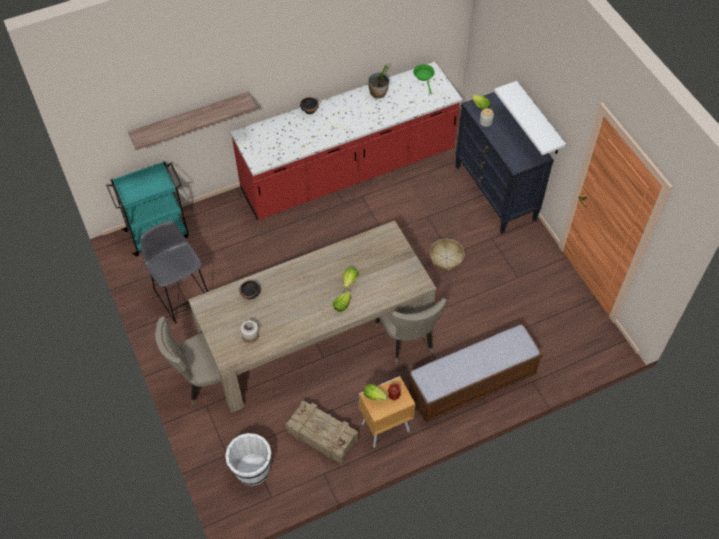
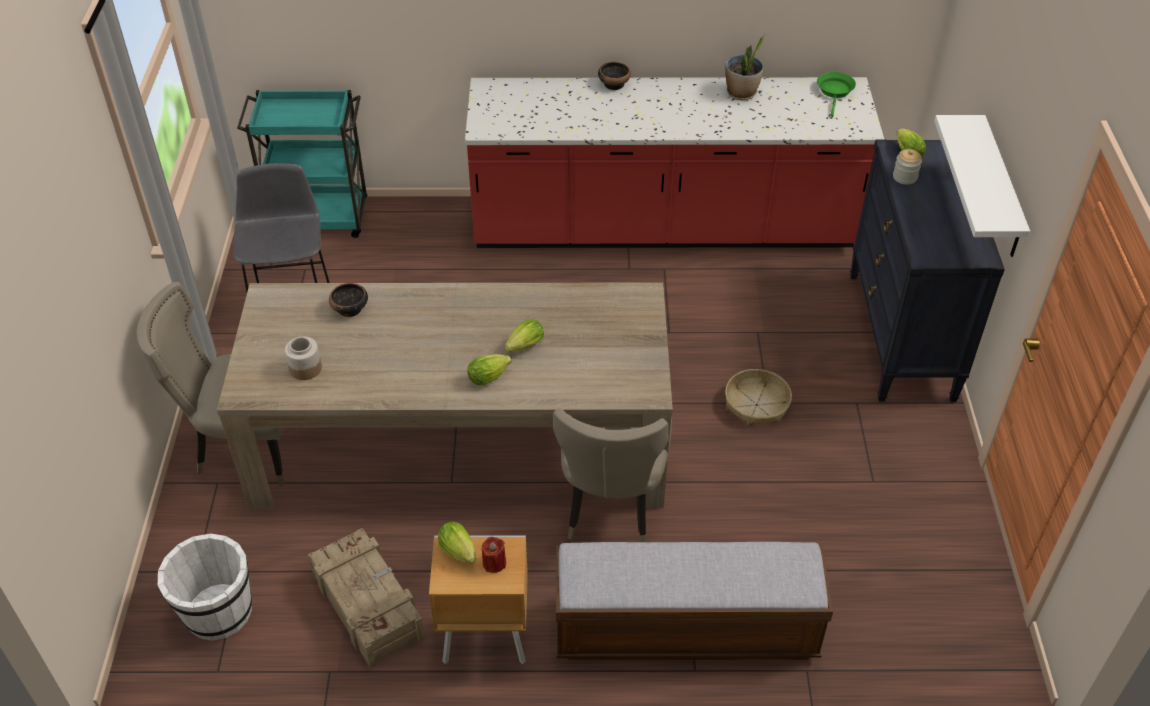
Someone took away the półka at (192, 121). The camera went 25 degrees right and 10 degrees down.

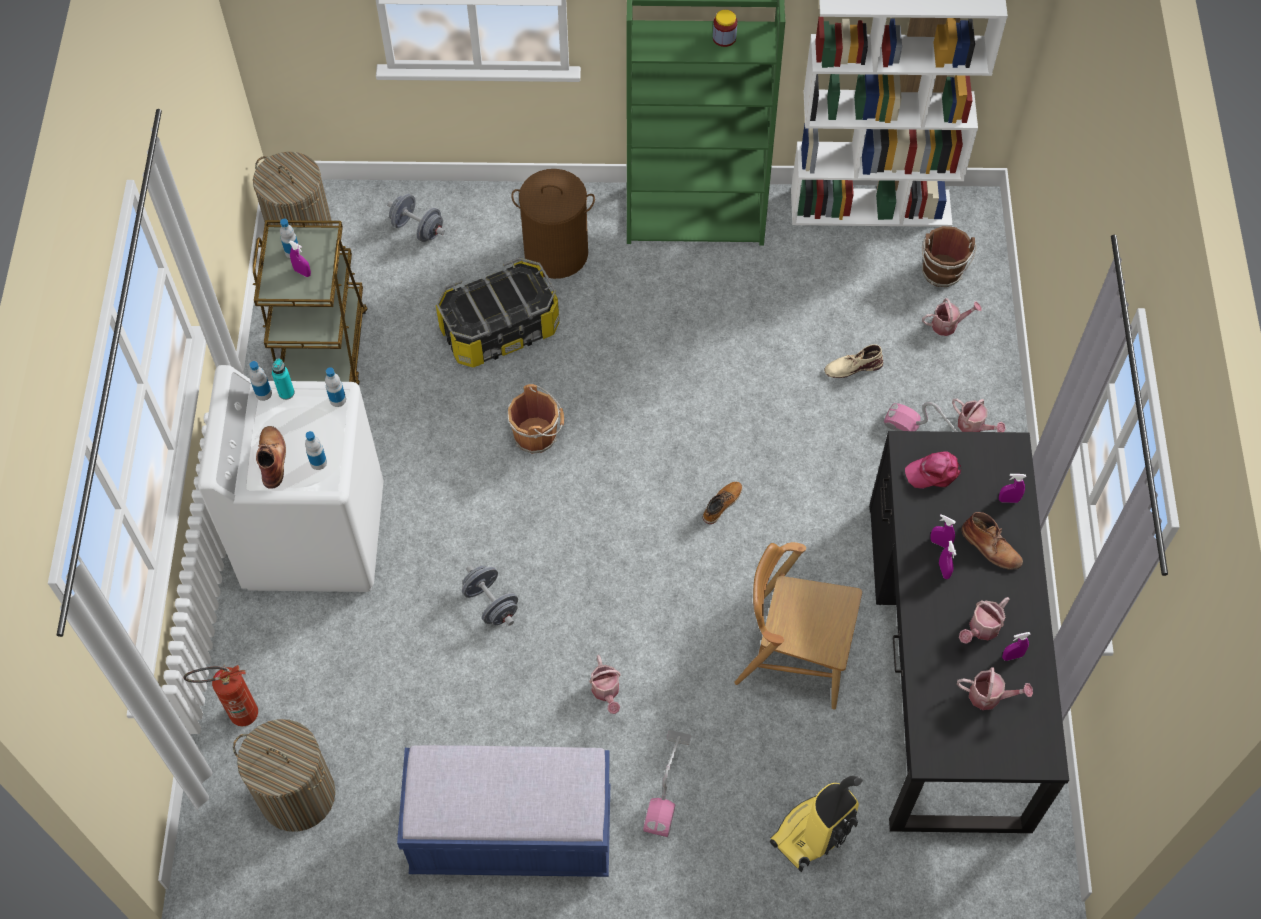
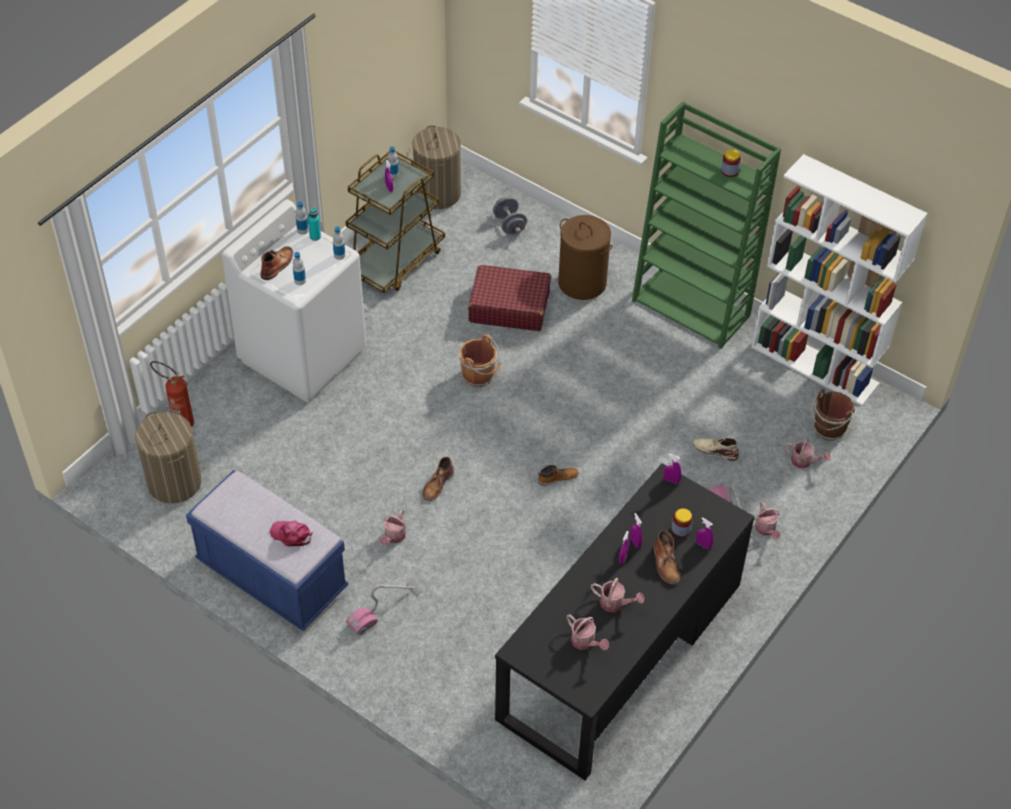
Someone swapped the pojemnik do przechowywania at (497, 312) for the walizka (czerwony) at (509, 298). Someone took away the hantel (szary) at (490, 596). Someone took away the krzesło (brązowy) at (798, 626). Someone took away the odkurzacz at (816, 824). Someone carried the czapka z daszkiem (różowy) from (933, 470) to (291, 533). Someone rotated the konewka at (984, 620) by 150 degrees counterclockwise. Someone carried the spryskiwacz (fioletowy) from (1016, 646) to (672, 469). Someone put down the but z cholewką (brązowy) at (438, 479). Someone put down the słoik at (682, 522). The camera went 35 degrees right and 10 degrees down.

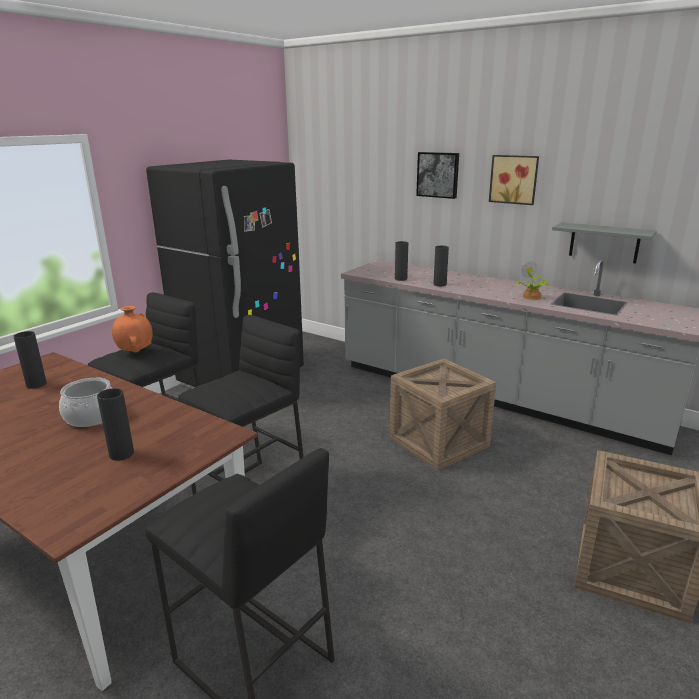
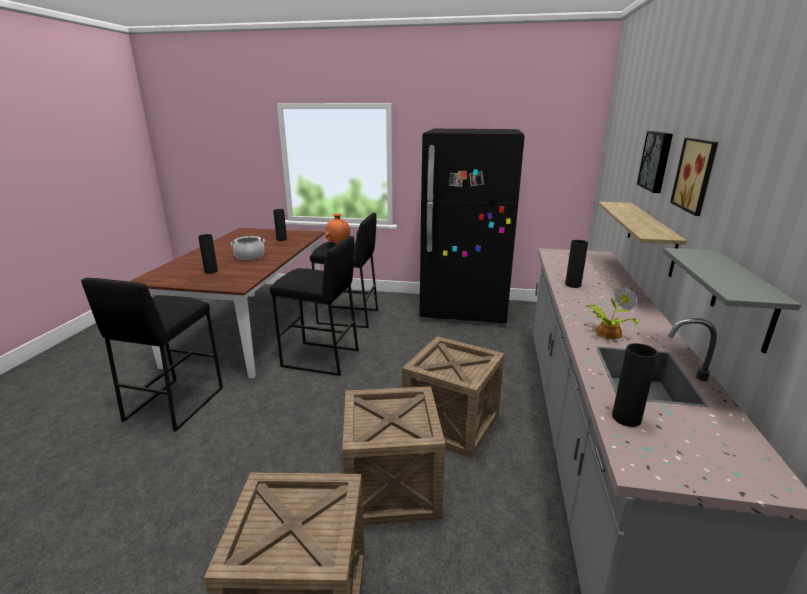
Someone carried the wazon (czarny) from (401, 261) to (635, 385). Someone put down the skrzynka at (393, 455). Someone put up the półka at (642, 239). The camera went 65 degrees right and 0 degrees up.

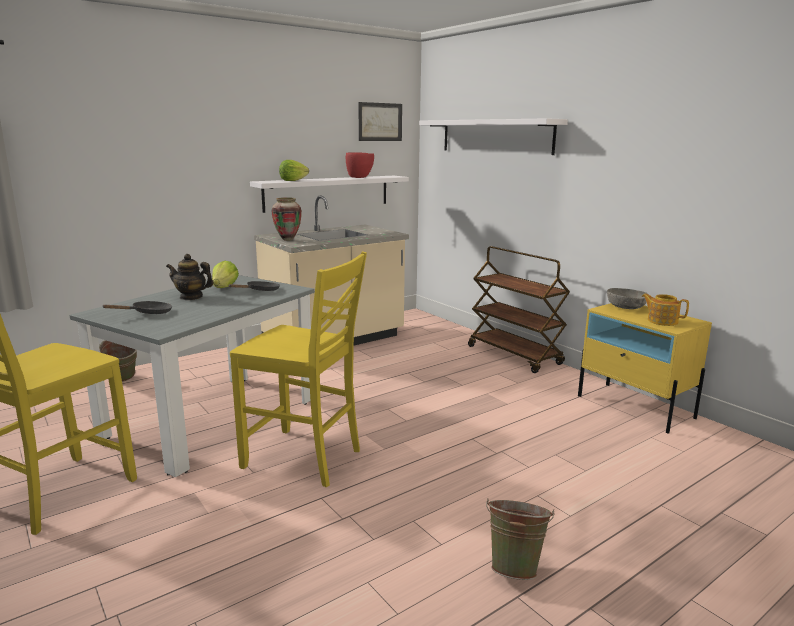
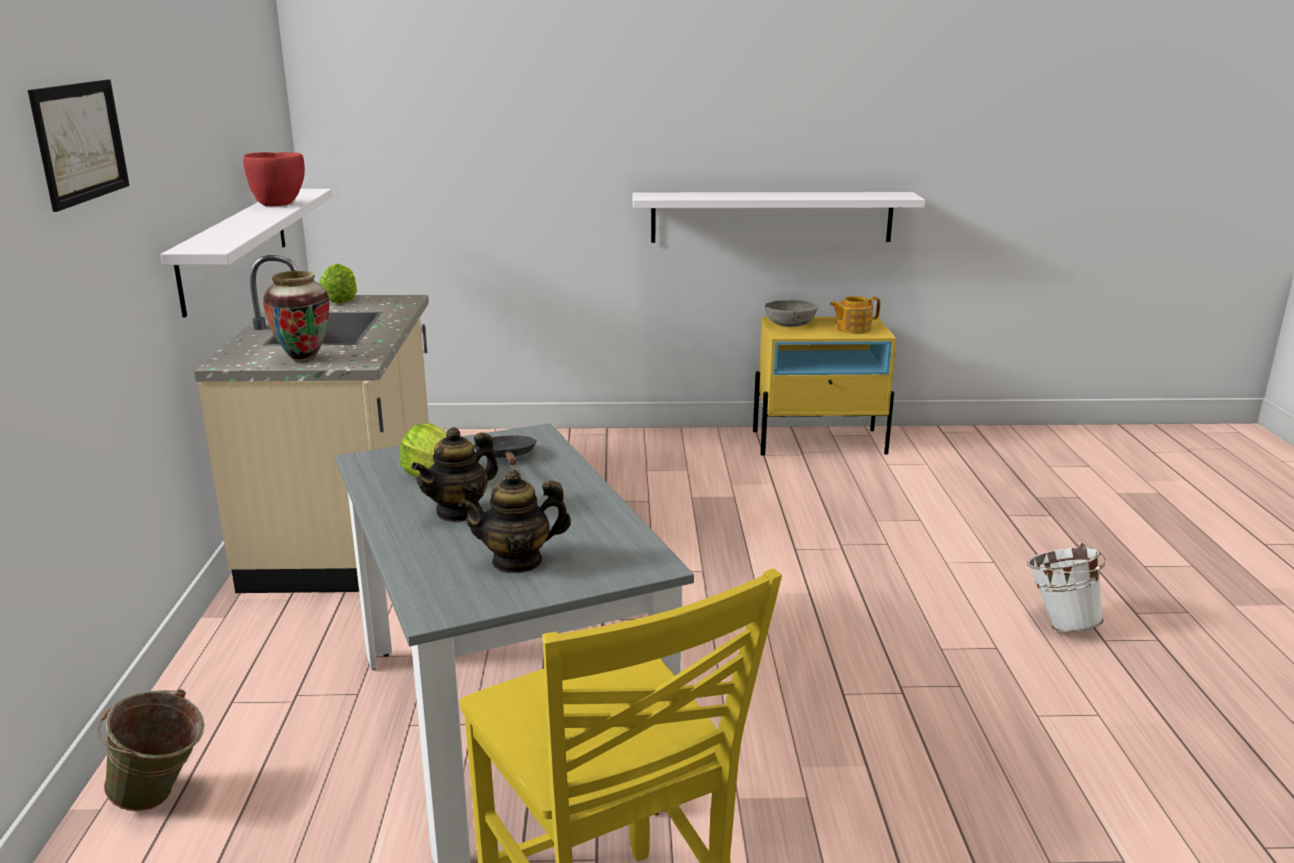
Someone swapped the patelnia (czarny) at (137, 307) for the imbryk at (515, 521). Someone took away the krzesło (żółty) at (298, 369). Someone carried the sałata from (294, 170) to (338, 283). Someone carried the obraz from (380, 121) to (79, 146). Someone carried the półka (biały) from (493, 136) to (779, 217). Someone took away the wózek (brązowy) at (519, 309). Someone repainted the wiadro (zielony) at (520, 539), which became the wiadro (biały) at (1066, 587). The camera went 55 degrees left and 5 degrees up.

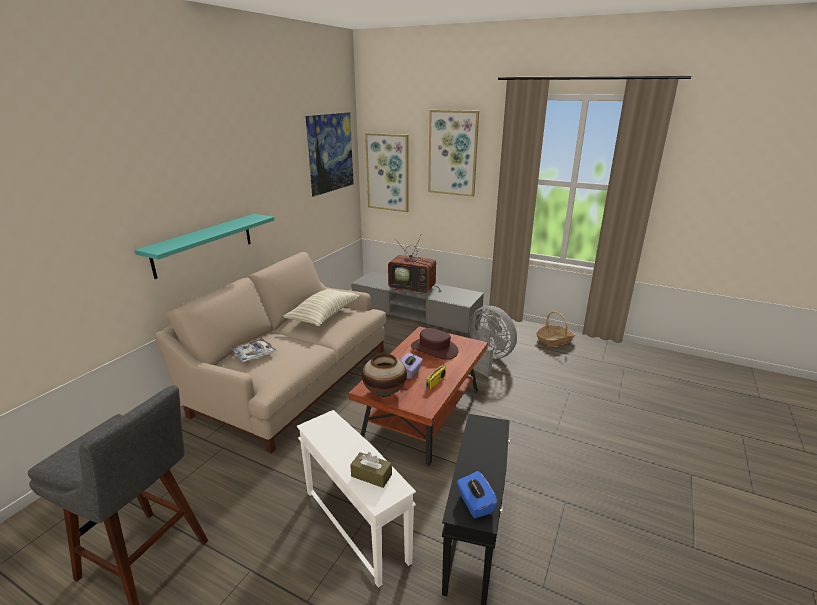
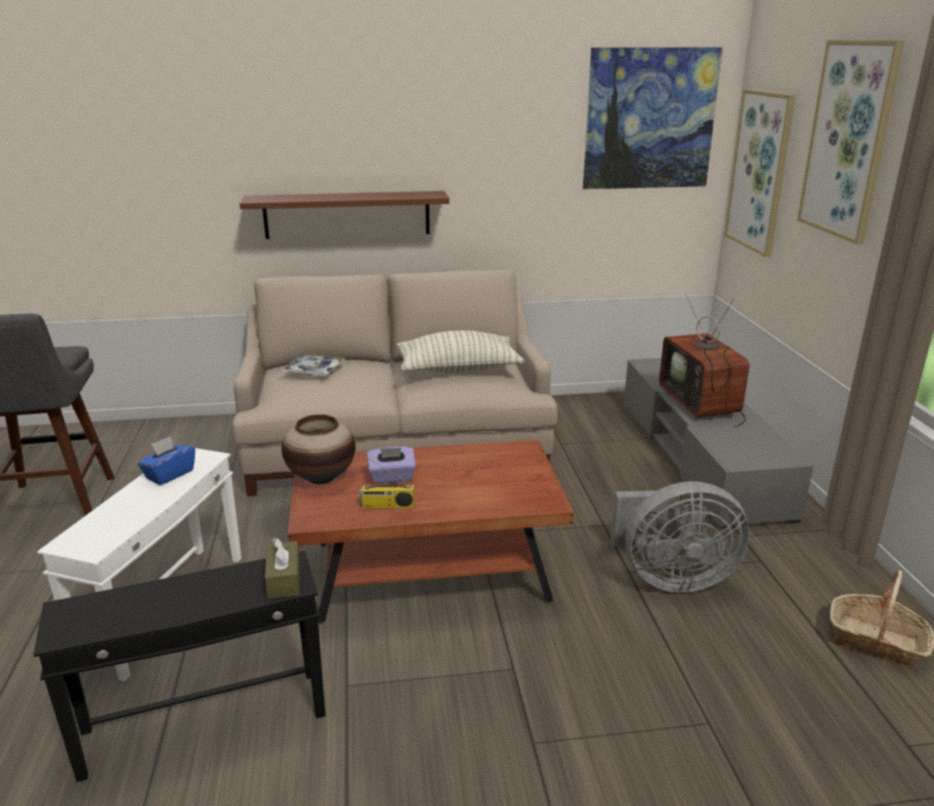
Someone repainted the półka (turkusowy) at (204, 246), which became the półka (brązowy) at (344, 215). Someone carried the pudełko chusteczek (brązowy) from (371, 470) to (282, 568). Someone took away the kapelusz (brązowy) at (435, 344). Someone carried the pudełko chusteczek (niebieski) from (477, 494) to (166, 460). Someone rotated the wentylator (szary) at (493, 341) by 75 degrees clockwise. The camera went 55 degrees right and 0 degrees up.

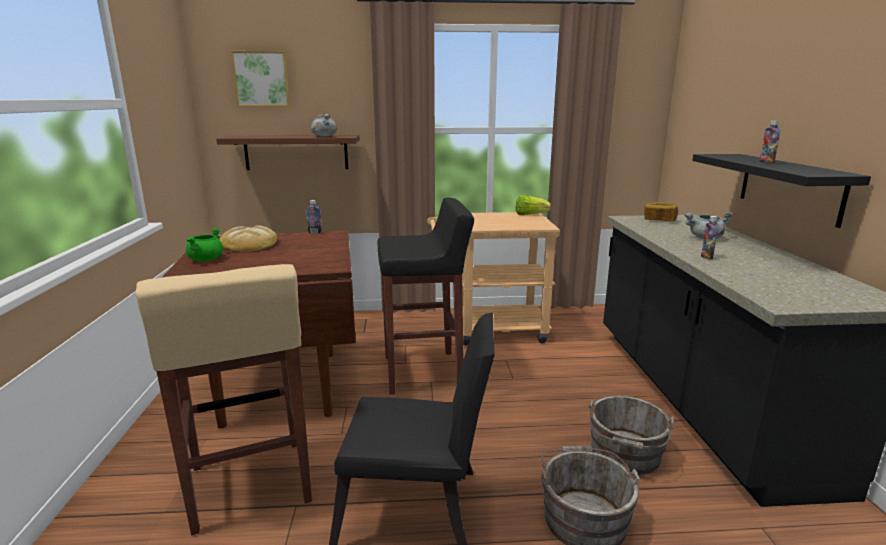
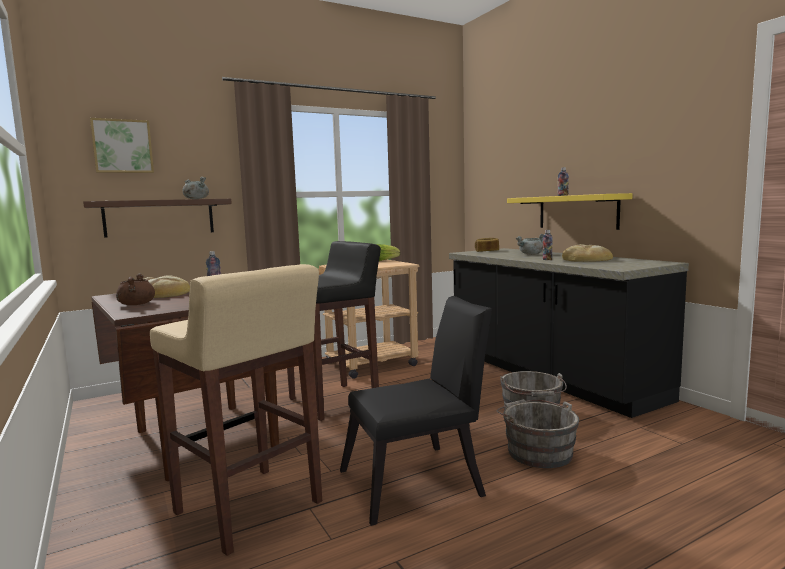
Someone repainted the garnek (zielony) at (204, 244), which became the garnek (brązowy) at (135, 289). Someone repainted the półka (czarny) at (781, 191), which became the półka (żółty) at (570, 211). Someone put down the chleb at (587, 253). The camera went 25 degrees left and 10 degrees down.

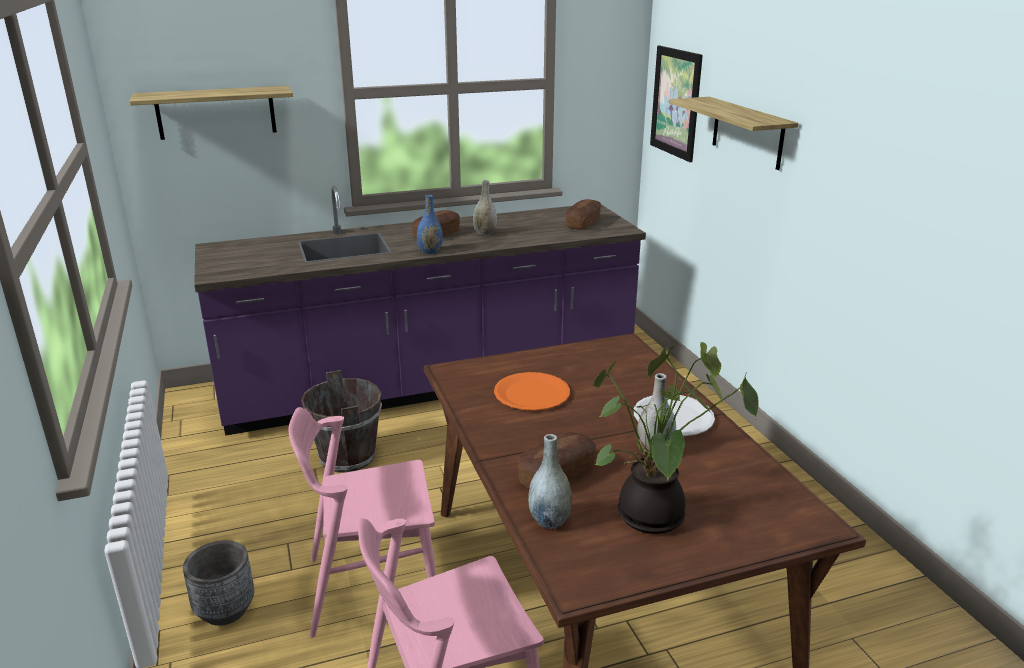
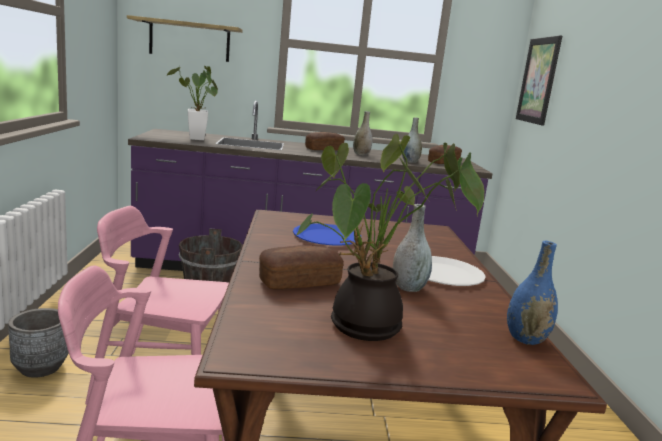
Someone carried the wazon (niebieski) from (430, 224) to (532, 293). Someone repainted the talerz (pomarańczowy) at (532, 391), which became the talerz (niebieski) at (327, 234). Someone carried the wazon (szary) from (550, 481) to (412, 140). Someone took away the półka at (733, 133). Someone put down the roślina doniczkowa at (192, 103). The camera went 15 degrees right and 10 degrees down.

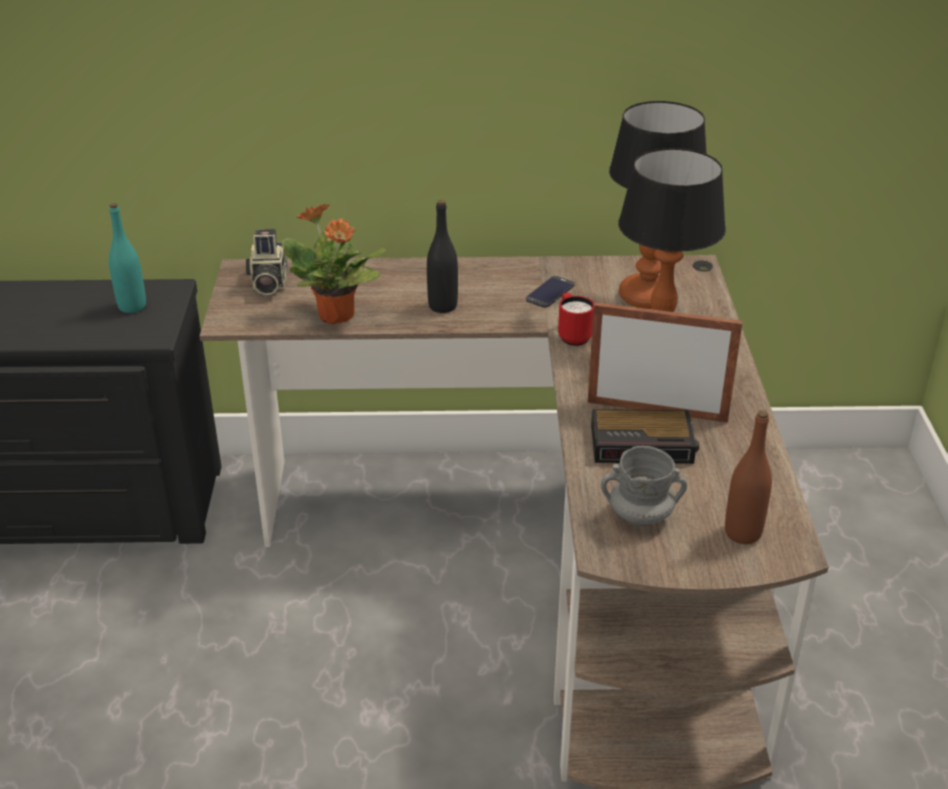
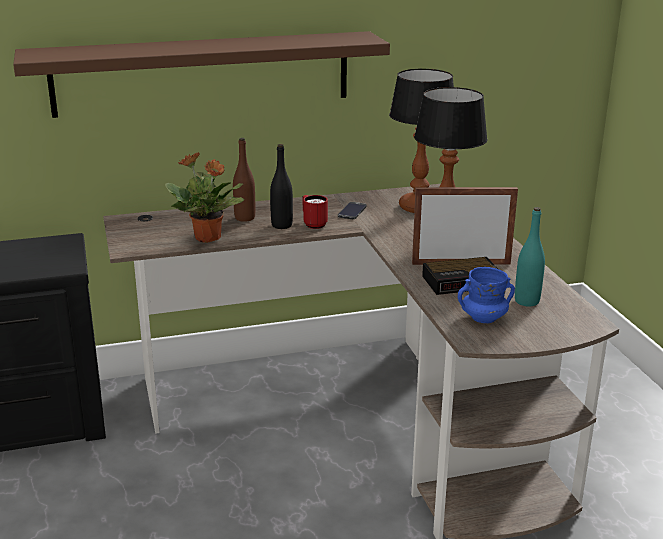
Someone carried the butelka (turkusowy) from (127, 258) to (530, 256). Someone took away the aparat fotograficzny at (266, 262). Someone carried the kubek (czerwony) from (576, 319) to (315, 212). Someone repainted the kubek (szary) at (644, 486), which became the kubek (niebieski) at (486, 295). Someone carried the butelka (brązowy) from (748, 477) to (244, 180). Someone put up the półka (brązowy) at (201, 74). The camera went 15 degrees left and 10 degrees down.

